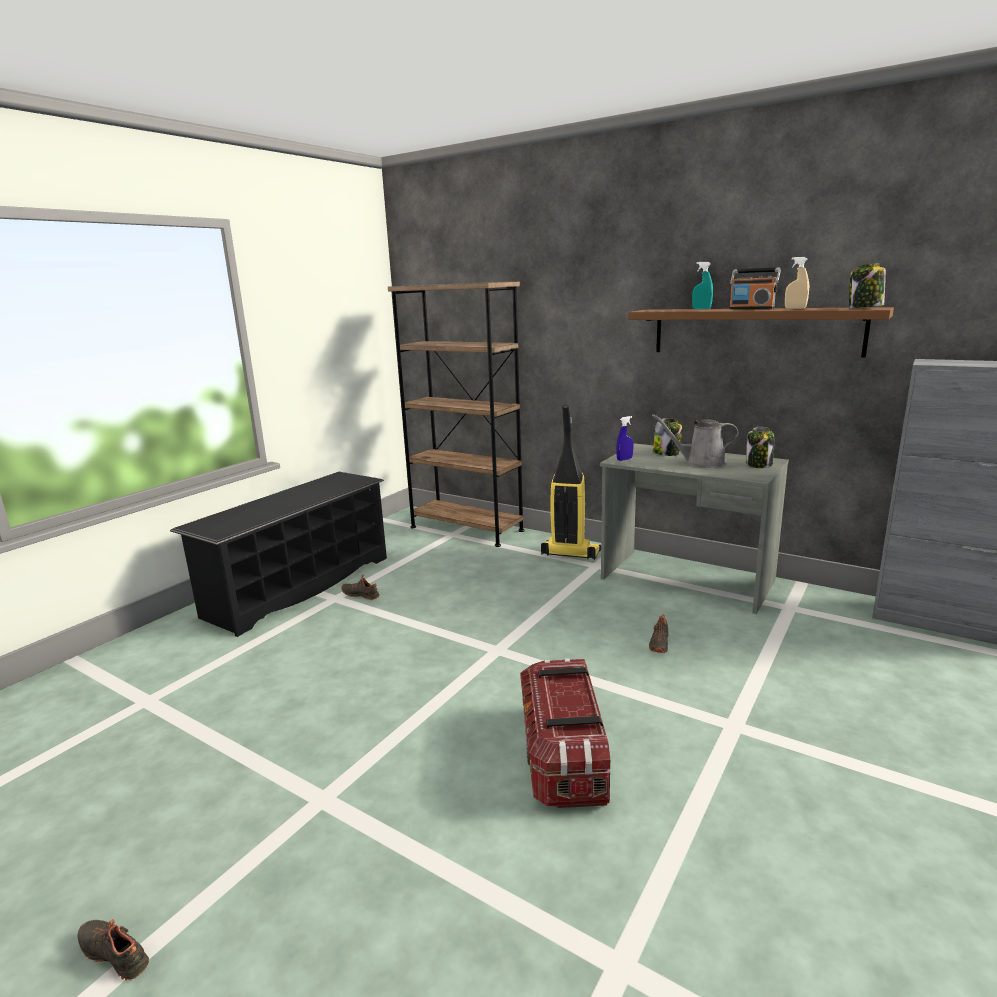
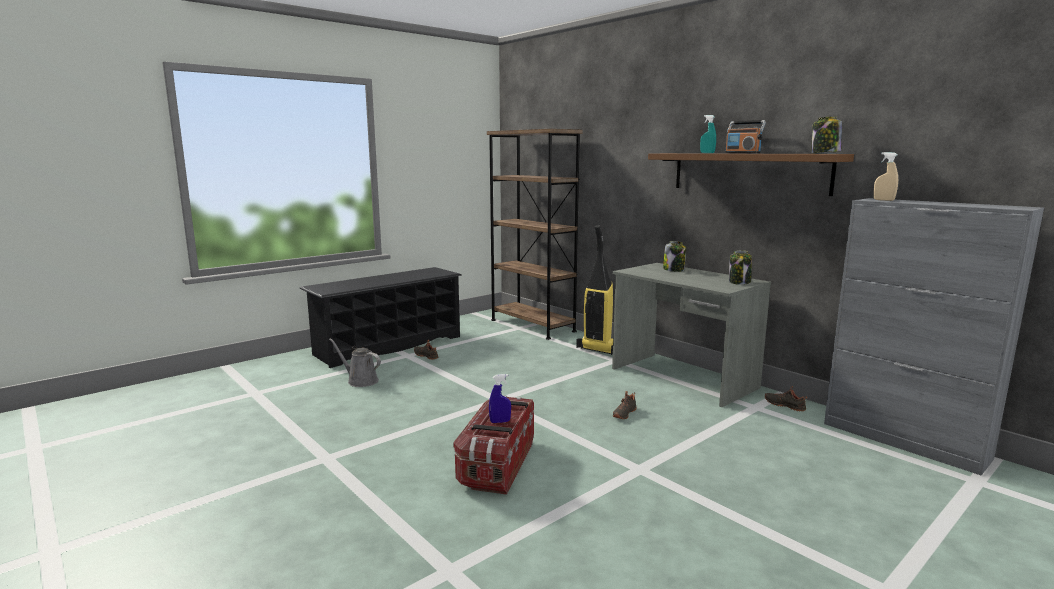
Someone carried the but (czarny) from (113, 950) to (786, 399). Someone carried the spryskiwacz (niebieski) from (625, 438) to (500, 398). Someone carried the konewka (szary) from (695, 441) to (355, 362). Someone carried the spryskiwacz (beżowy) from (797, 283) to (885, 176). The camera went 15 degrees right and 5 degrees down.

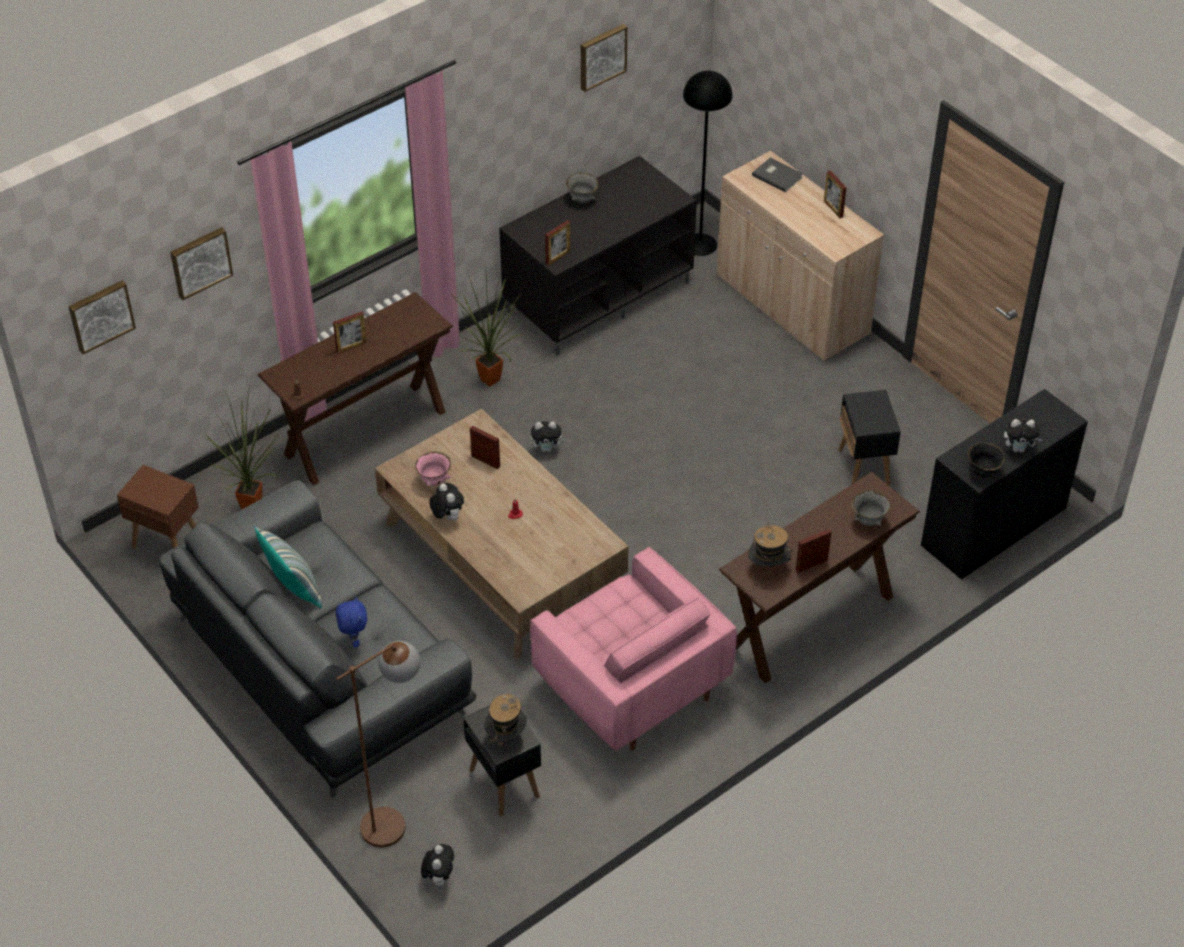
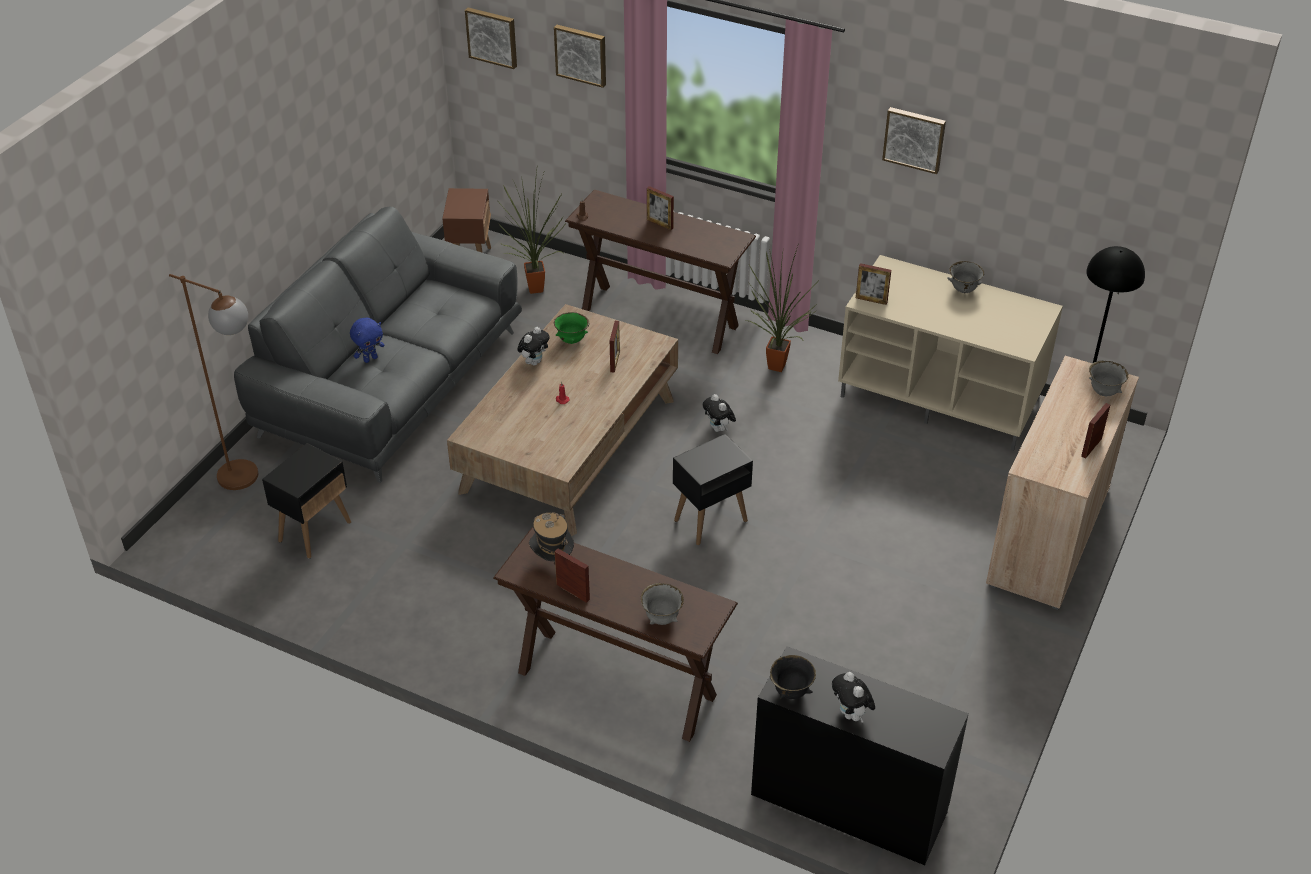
Someone took away the poduszka at (288, 567). Someone repainted the miska (różowy) at (433, 469), which became the miska (zielony) at (571, 328). Someone took away the pluszak at (437, 865). Someone took away the kapelusz at (505, 720). Someone repainted the szafka pod telewizor (czarny) at (598, 256), which became the szafka pod telewizor (beżowy) at (950, 353). Someone took away the fotel (różowy) at (633, 649). Someone carried the obraz from (604, 58) to (914, 140). Someone swapped the książka (szary) at (777, 175) for the miska (szary) at (1109, 378). Someone carried the stolik (czarny) from (869, 438) to (713, 489). The camera went 65 degrees right and 5 degrees down.

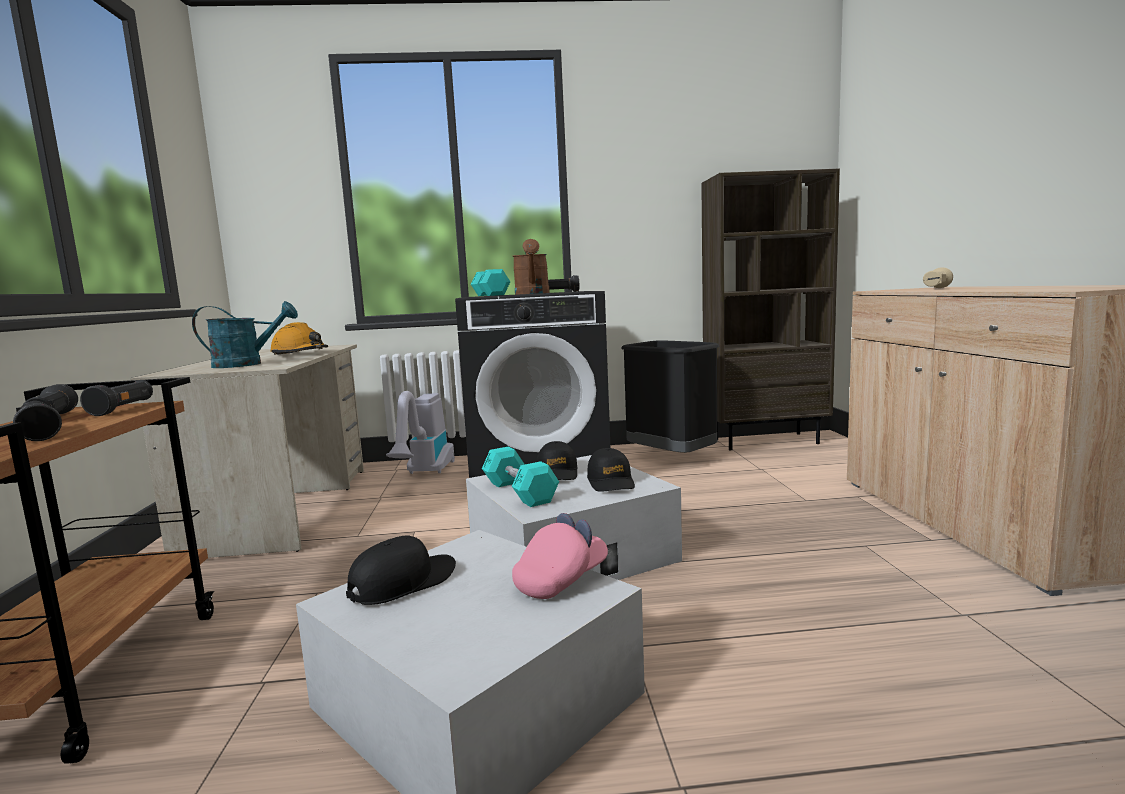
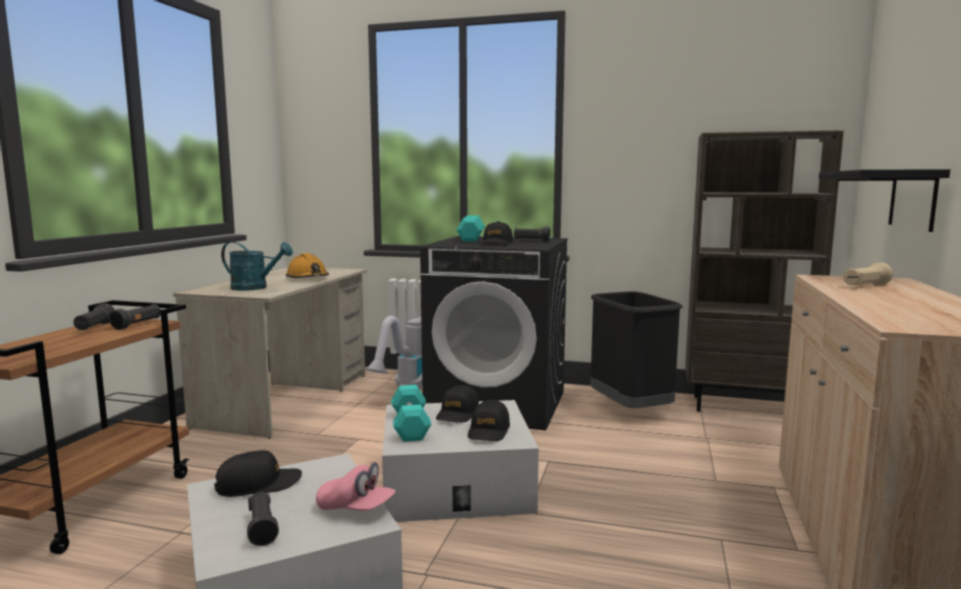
Someone carried the latarka (czarny) from (37, 421) to (263, 519). Someone rotated the czapka z daszkiem (różowy) at (560, 556) by 45 degrees clockwise. Someone swapped the konewka (brązowy) at (531, 267) for the czapka z daszkiem (czarny) at (497, 233). Someone put up the półka (czarny) at (884, 200). The camera went 20 degrees right and 0 degrees up.

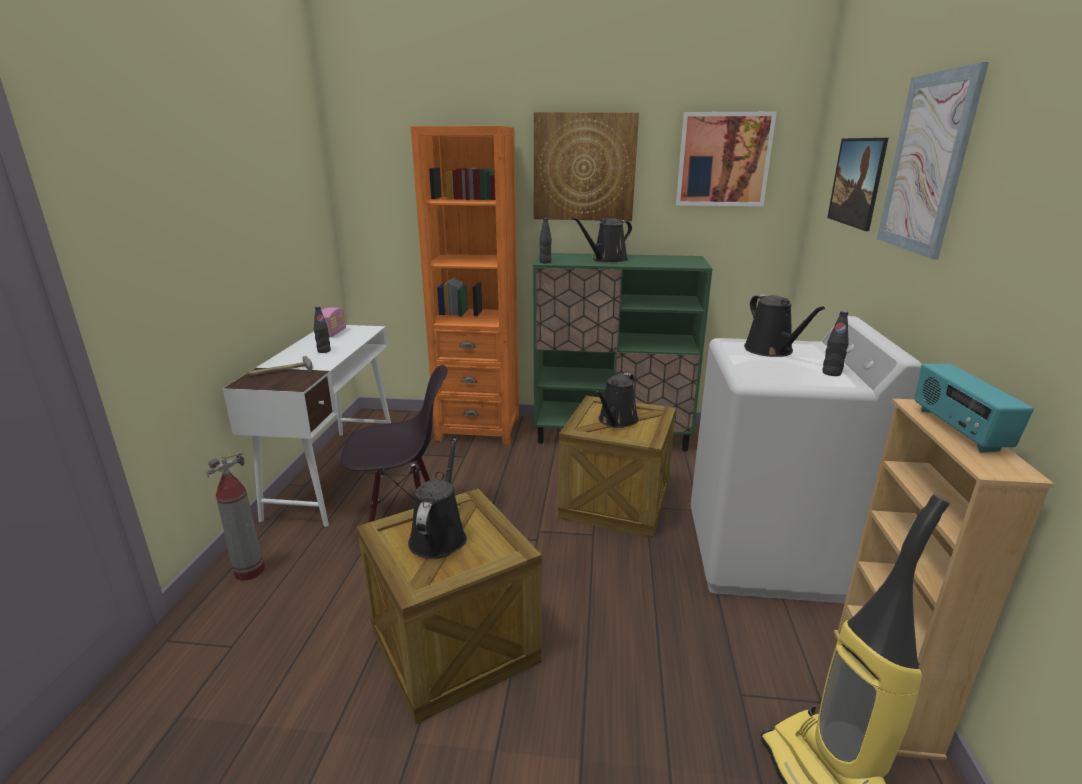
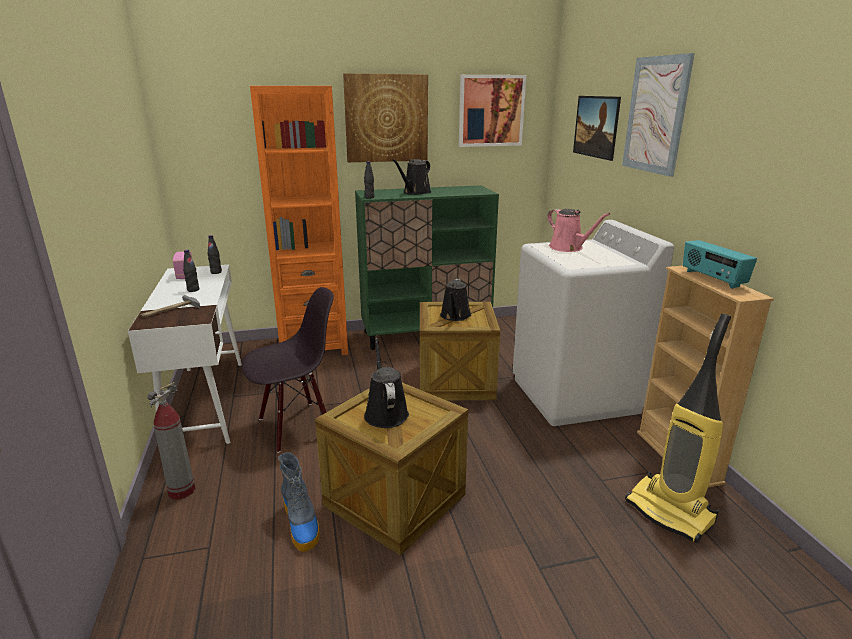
Someone repainted the konewka (czarny) at (784, 325), which became the konewka (różowy) at (578, 230). Someone carried the butelka (czarny) from (835, 343) to (215, 254). Someone put down the but z cholewką at (299, 502). The camera went 20 degrees left and 0 degrees up.

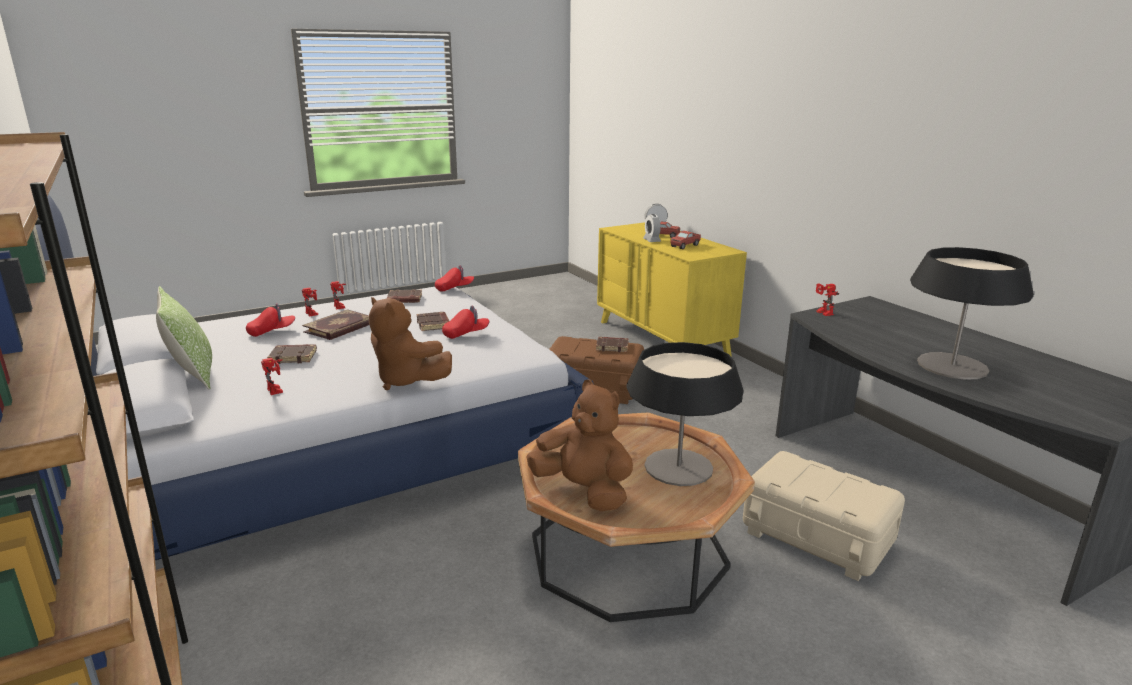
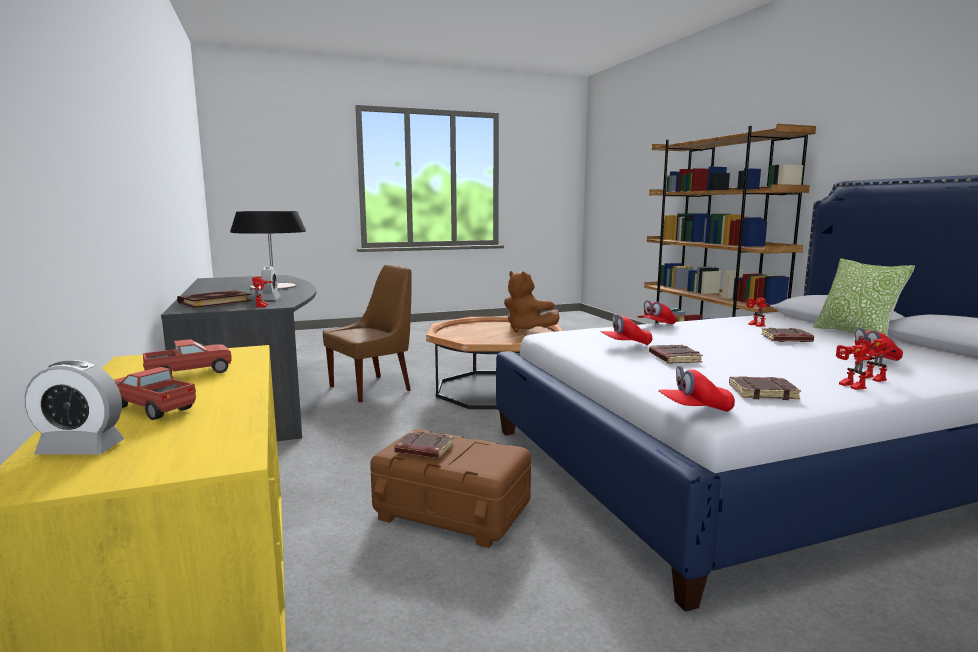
Someone carried the książka from (335, 324) to (214, 299). Someone swapped the pluszak (brązowy) at (410, 343) for the czapka z daszkiem (czerwony) at (657, 312). Someone took away the lampa stołowa at (685, 414). Someone carried the budzik from (652, 228) to (271, 283). Someone swapped the pojemnik do przechowywania (beżowy) at (824, 516) for the krzesło (brązowy) at (367, 334). The camera went 170 degrees left and 10 degrees down.

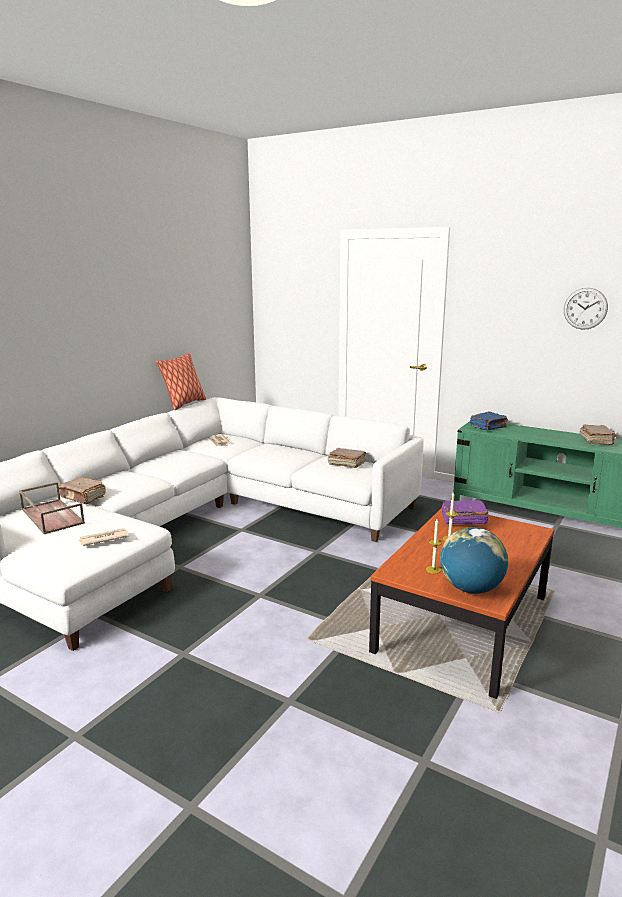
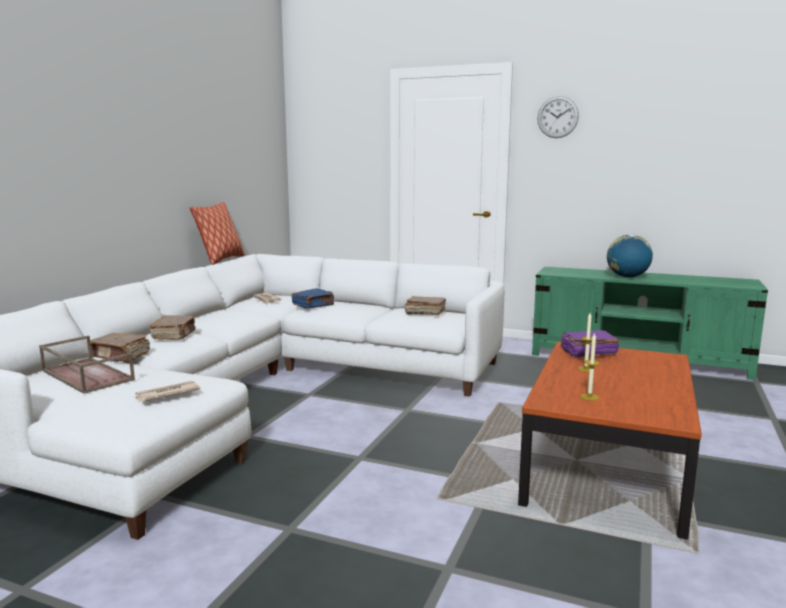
Someone carried the globus from (474, 560) to (630, 256). Someone carried the książka (niebieski) from (488, 421) to (313, 298). Someone carried the zegar ścienny from (586, 309) to (558, 117). Someone carried the książka (brązowy) from (598, 434) to (173, 327). The camera went 10 degrees left and 5 degrees down.

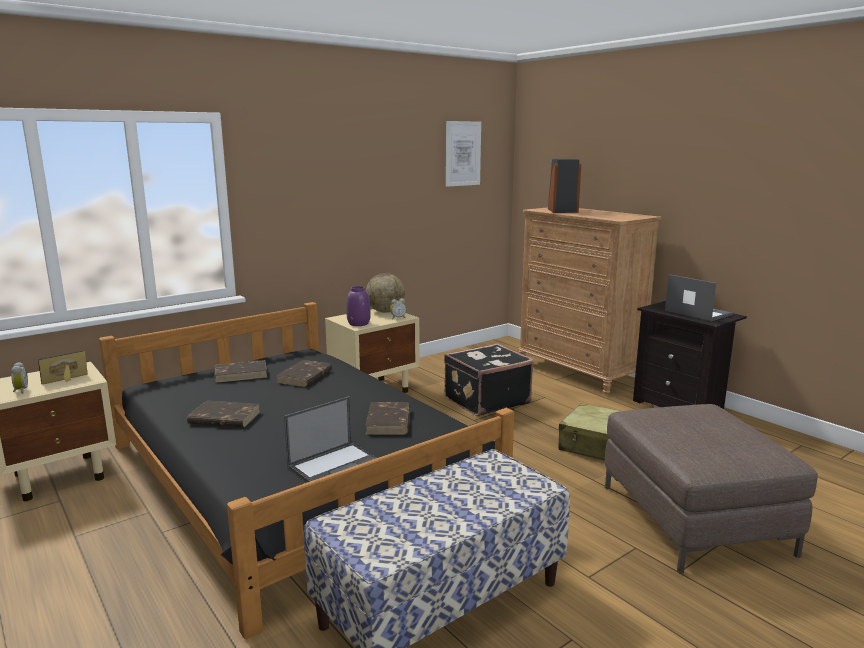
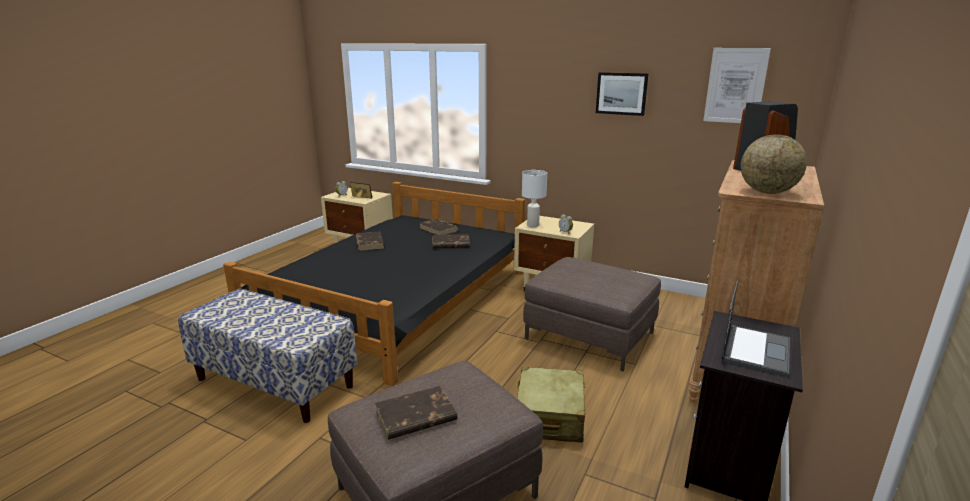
Someone took away the laptop at (330, 439). Someone swapped the wazon (fioletowy) at (358, 306) for the lampa stołowa (biały) at (534, 198). Someone carried the książka (brązowy) from (388, 418) to (416, 413). Someone carried the globus from (385, 293) to (774, 164). Someone swapped the walizka (czarny) at (489, 379) for the pufa (brązowy) at (592, 314). Someone put up the obraz at (622, 94). The camera went 65 degrees right and 5 degrees up.

